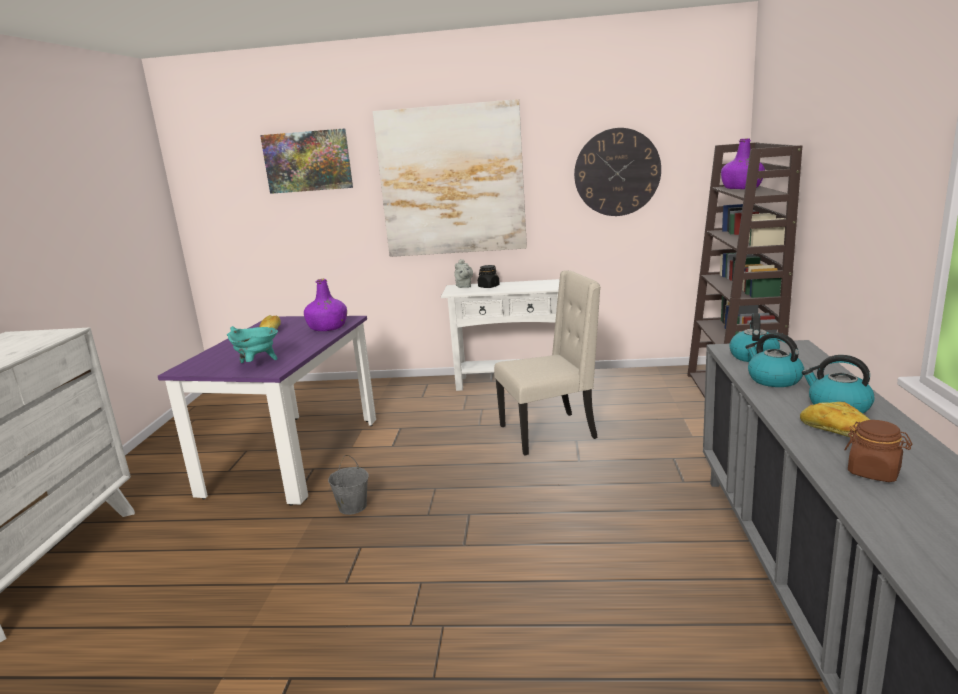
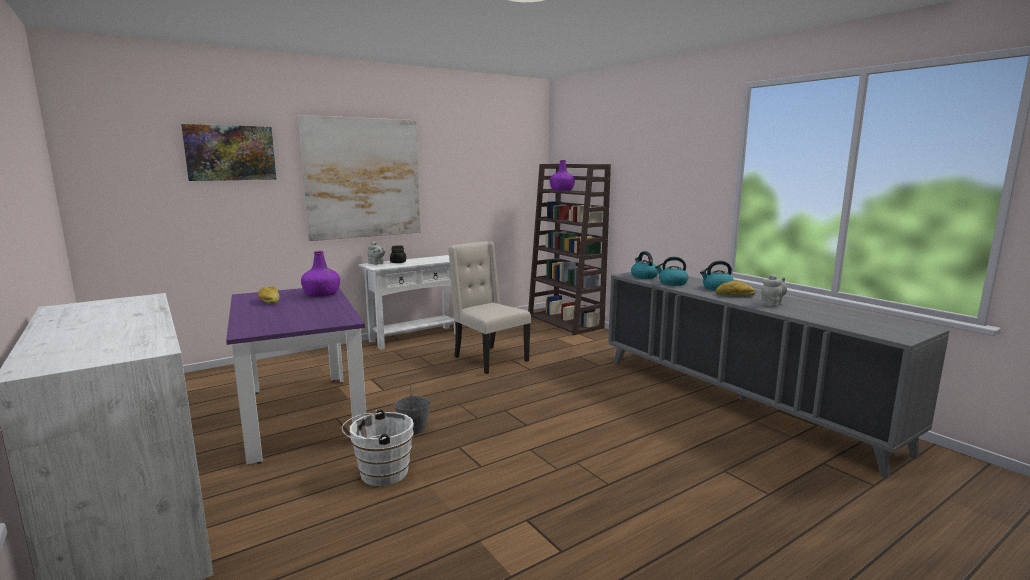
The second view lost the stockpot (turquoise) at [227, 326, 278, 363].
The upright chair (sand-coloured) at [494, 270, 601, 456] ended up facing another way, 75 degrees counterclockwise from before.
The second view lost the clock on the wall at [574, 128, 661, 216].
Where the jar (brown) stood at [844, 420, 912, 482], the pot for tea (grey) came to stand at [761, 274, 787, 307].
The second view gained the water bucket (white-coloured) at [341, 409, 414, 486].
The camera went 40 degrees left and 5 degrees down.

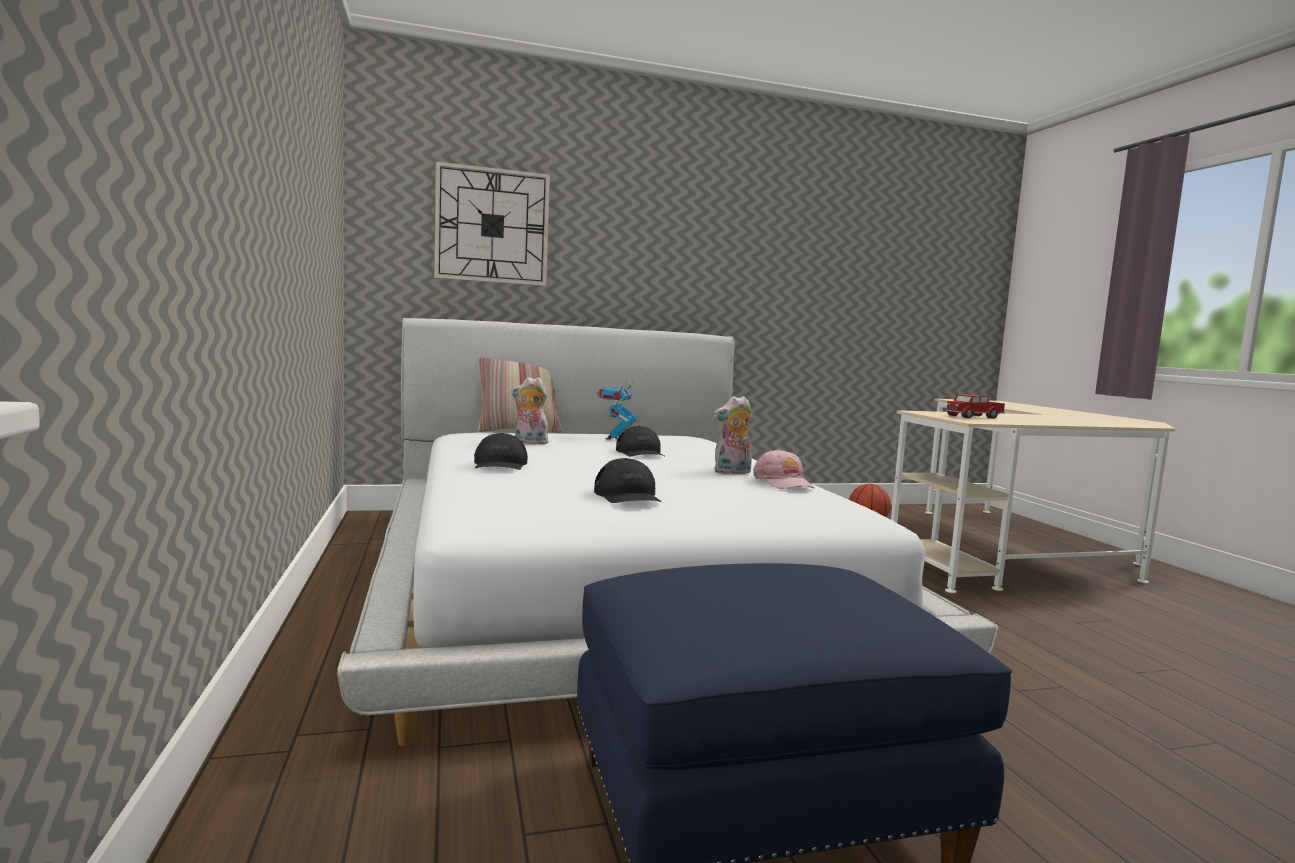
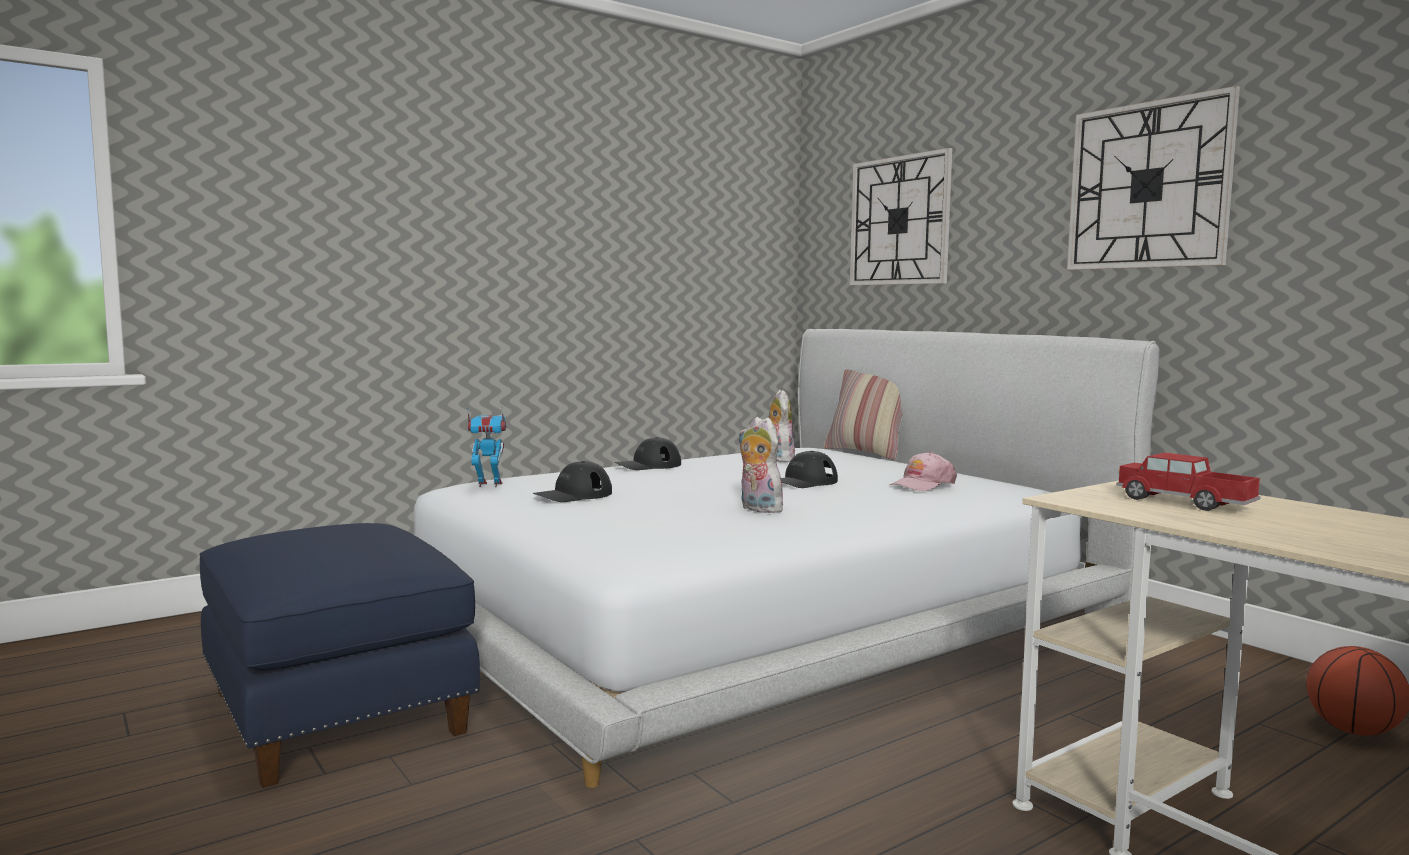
The toy robot ended up elsewhere, having gone from [597, 380, 637, 440] to [467, 405, 507, 487].
The cap (pink-coloured) ended up elsewhere, having gone from [753, 449, 815, 489] to [890, 452, 957, 491].
The second view gained the clock on the wall at [1067, 86, 1240, 270].
The camera went 70 degrees right and 0 degrees up.

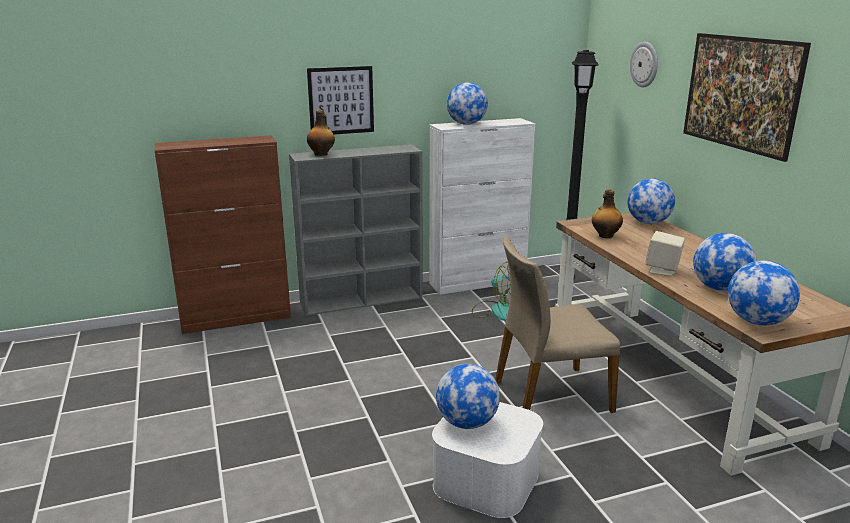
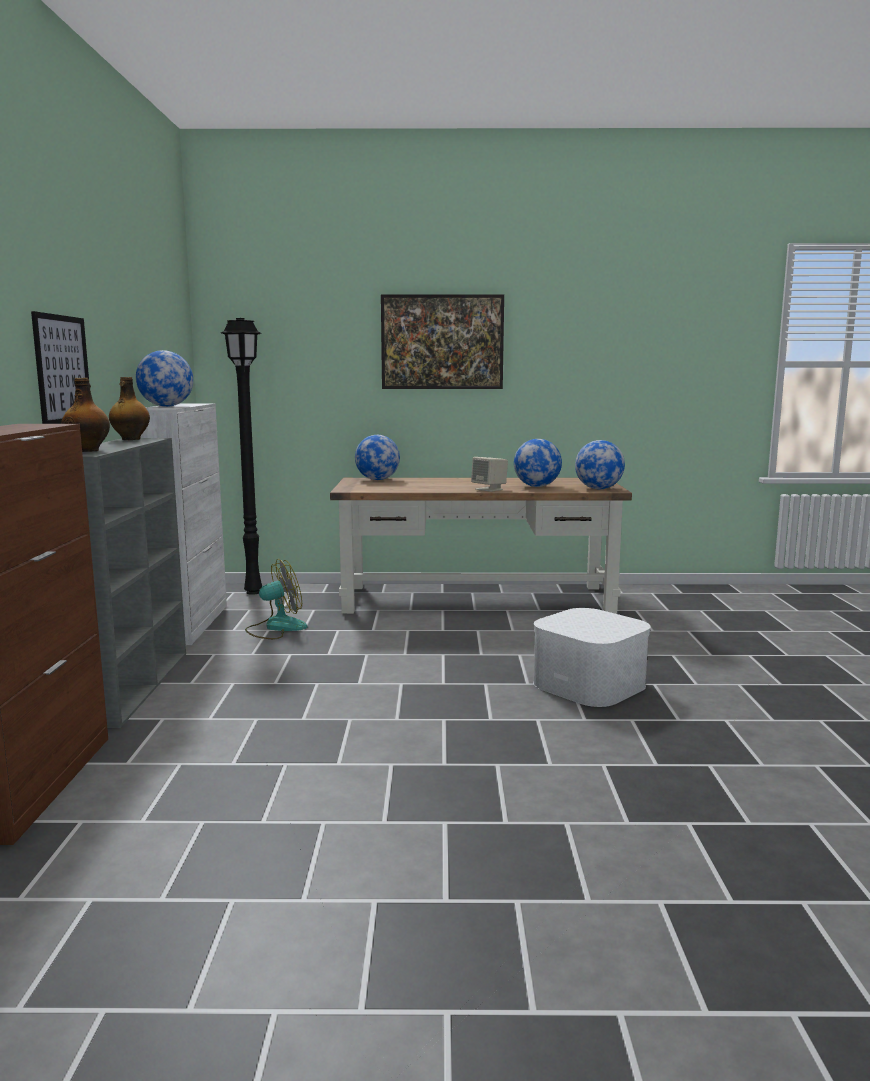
The second view lost the world globe at [436, 364, 500, 429].
The second view lost the upright chair (sand-coloured) at [495, 237, 620, 413].
The drink bottle ended up elsewhere, having gone from [592, 189, 623, 238] to [109, 377, 150, 440].
The second view lost the clock on the wall at [630, 42, 658, 87].
The camera went 70 degrees left and 10 degrees down.

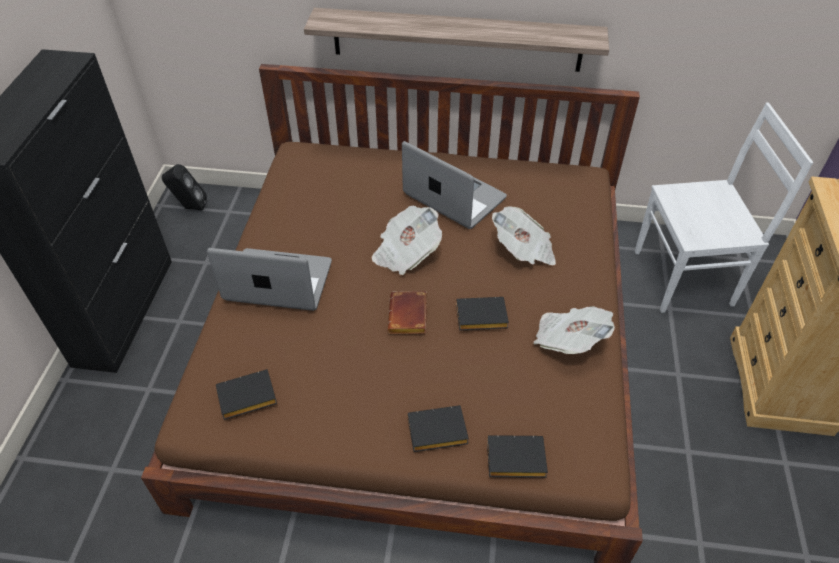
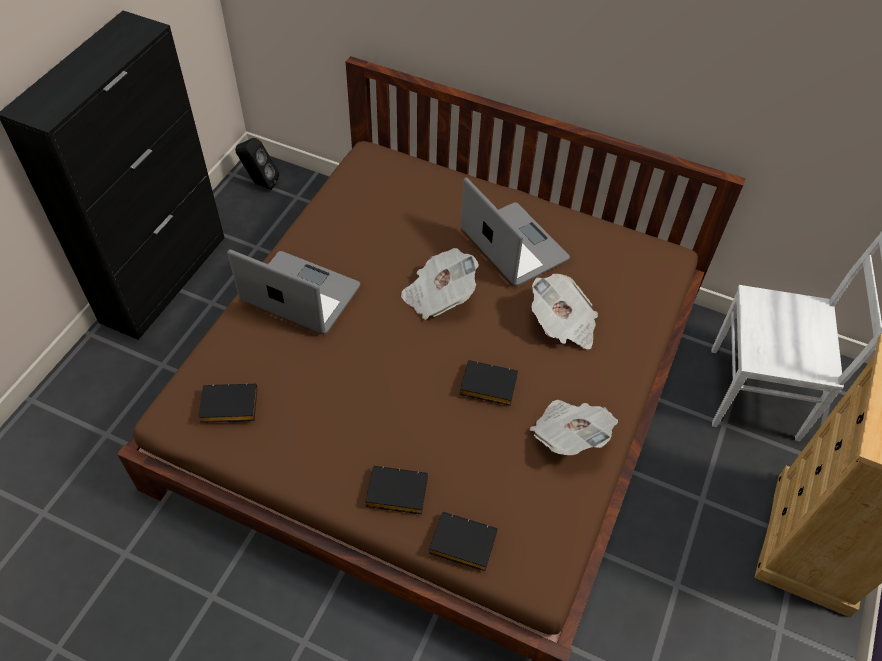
The second view lost the shelf at [304, 8, 609, 72].
The second view lost the bound book (brown) at [388, 291, 427, 334].
The camera went 15 degrees right and 5 degrees up.

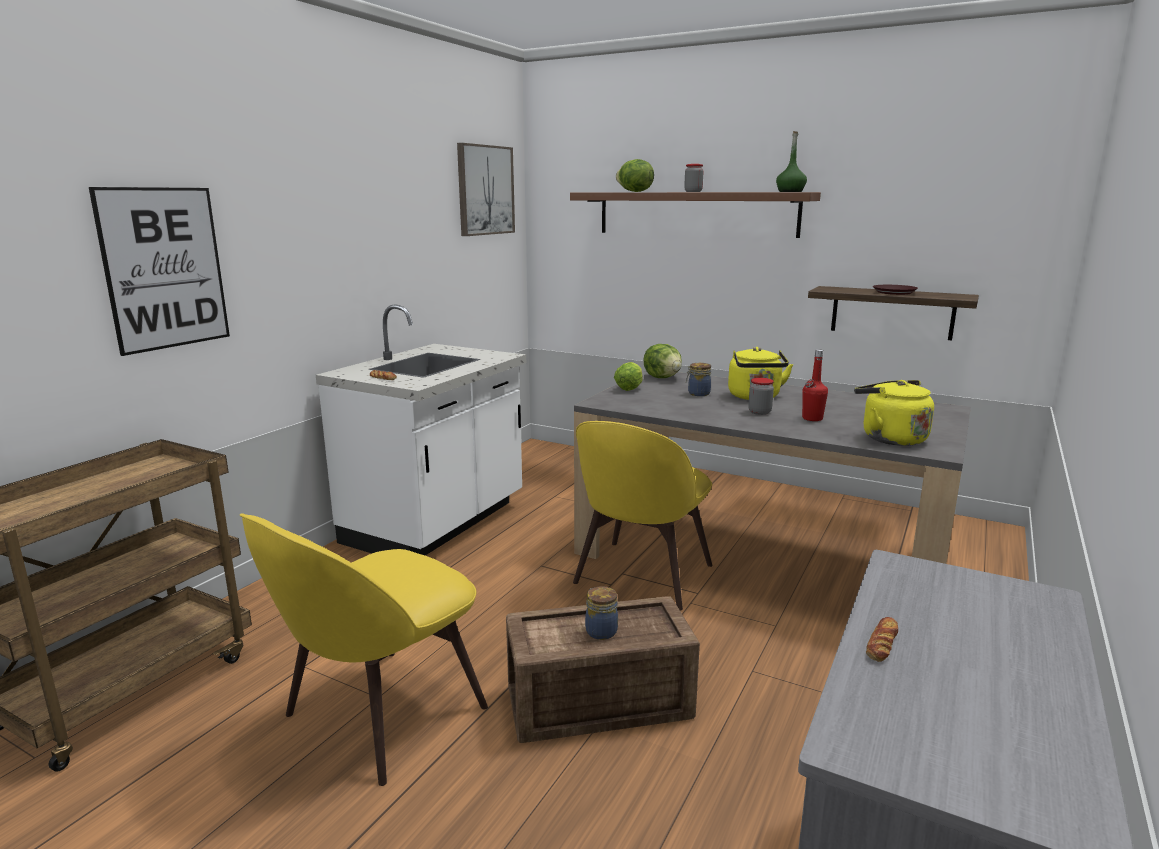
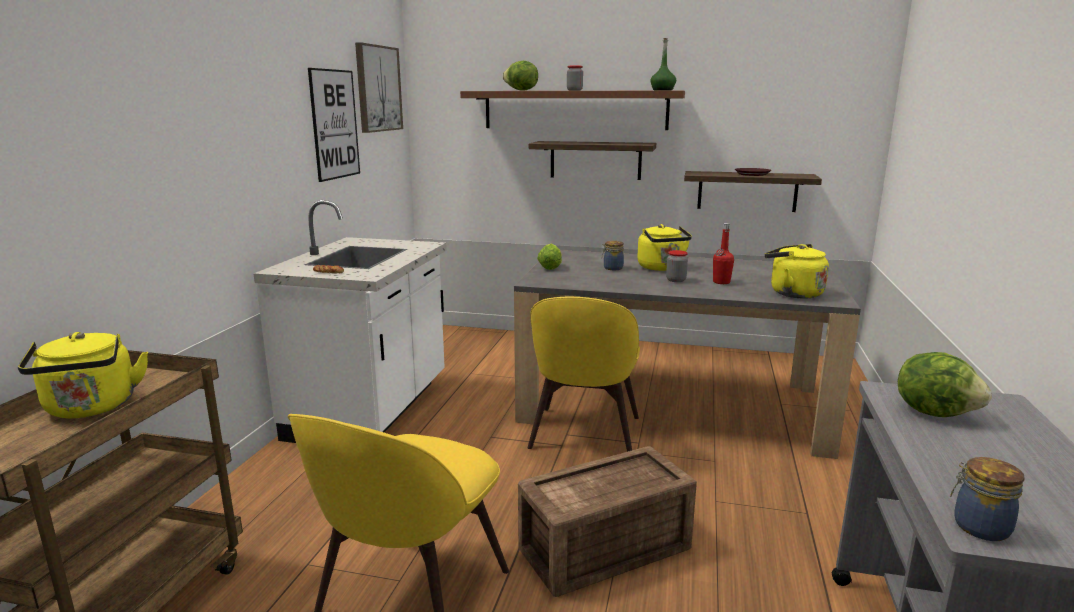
The picture ended up elsewhere, having gone from [89, 187, 230, 356] to [308, 68, 360, 182].
The jar ended up elsewhere, having gone from [585, 586, 618, 640] to [950, 457, 1025, 541].
The head of lettuce ended up elsewhere, having gone from [643, 344, 682, 378] to [898, 352, 992, 417].
The second view lost the bread at [866, 617, 898, 662].
The second view gained the tea kettle (yellowish) at [18, 332, 148, 418].
The second view gained the shelf at [529, 141, 656, 180].
The camera went 15 degrees left and 0 degrees up.

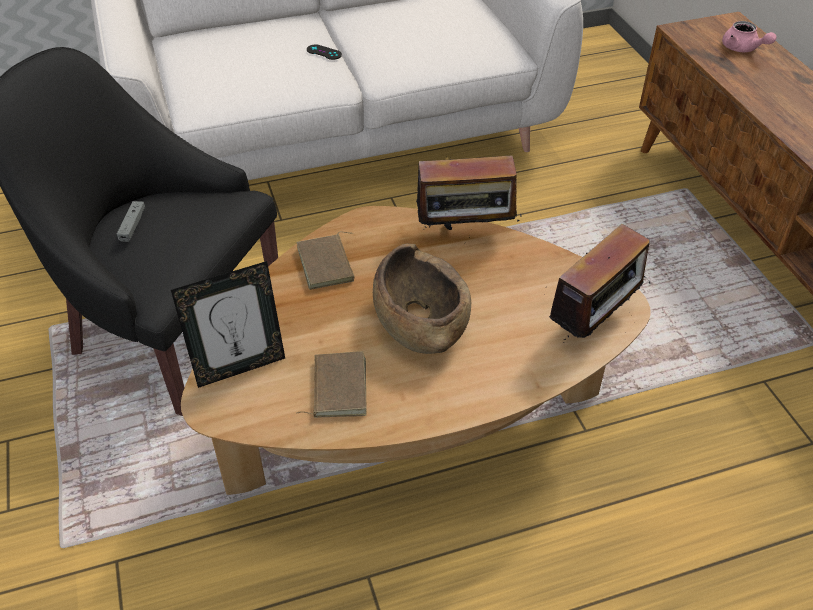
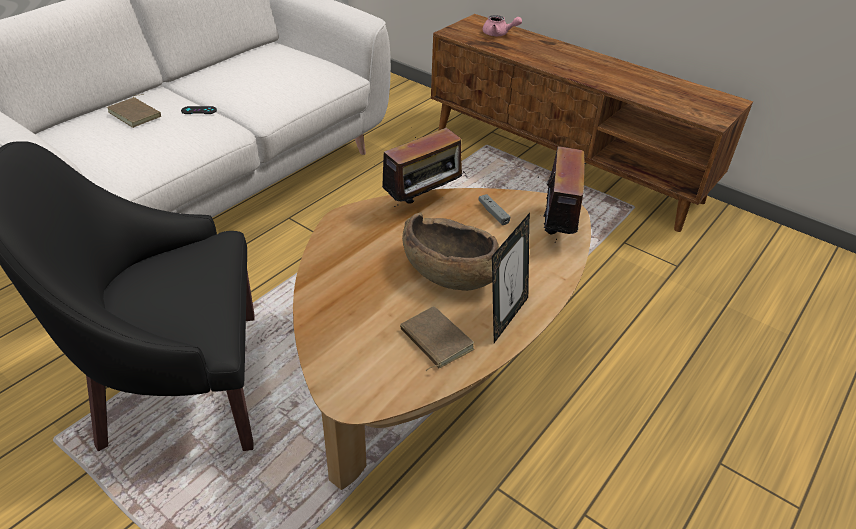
The game controller (grey) ended up elsewhere, having gone from [117, 201, 145, 242] to [478, 194, 510, 225].
The standing frame ended up elsewhere, having gone from [171, 261, 285, 388] to [492, 213, 530, 343].
The bound book (brown) ended up elsewhere, having gone from [296, 232, 354, 290] to [107, 95, 161, 128].
The camera went 35 degrees left and 5 degrees down.

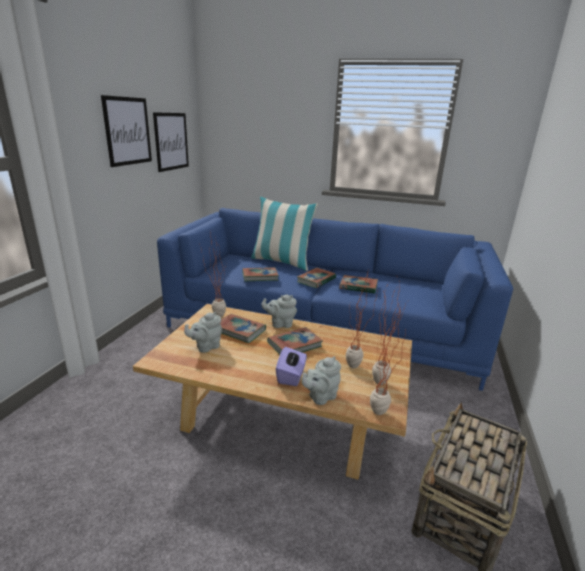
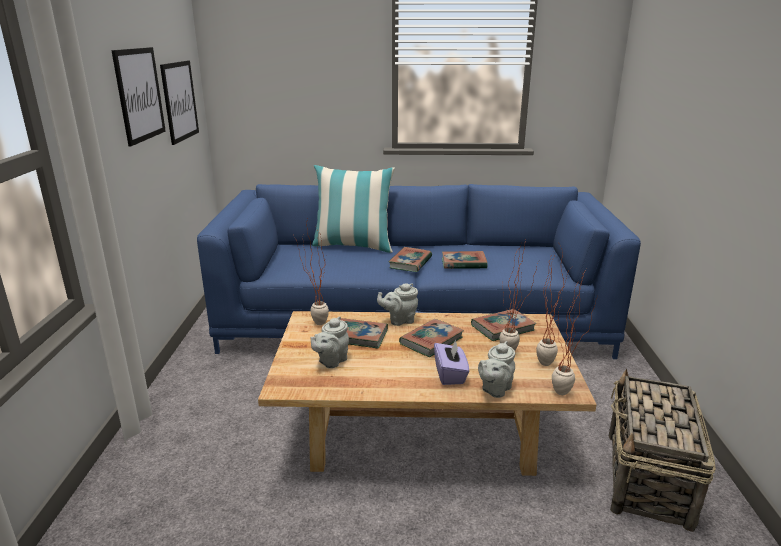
The bound book ended up elsewhere, having gone from [242, 267, 279, 281] to [471, 309, 536, 341].
The camera went 15 degrees left and 0 degrees up.

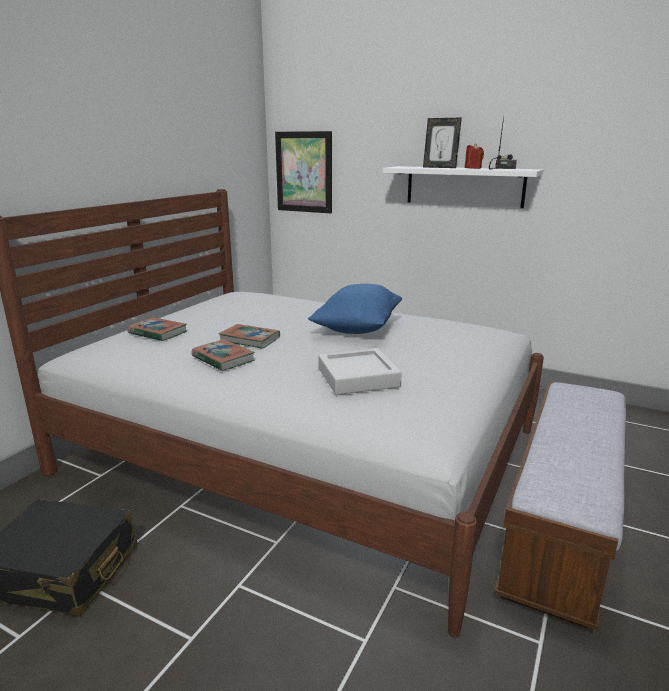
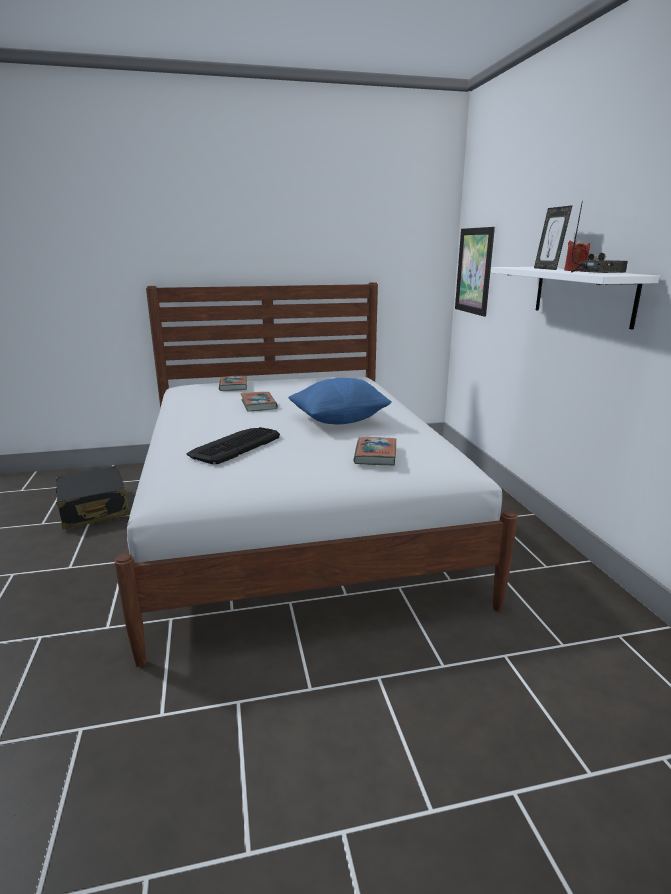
The bound book ended up elsewhere, having gone from [192, 339, 255, 371] to [353, 437, 396, 465].
Where the tray (grey) stood at [318, 348, 402, 395], the PC keyboard came to stand at [186, 427, 280, 464].
The second view lost the long seat at [494, 382, 626, 630].
The camera went 50 degrees right and 0 degrees up.

